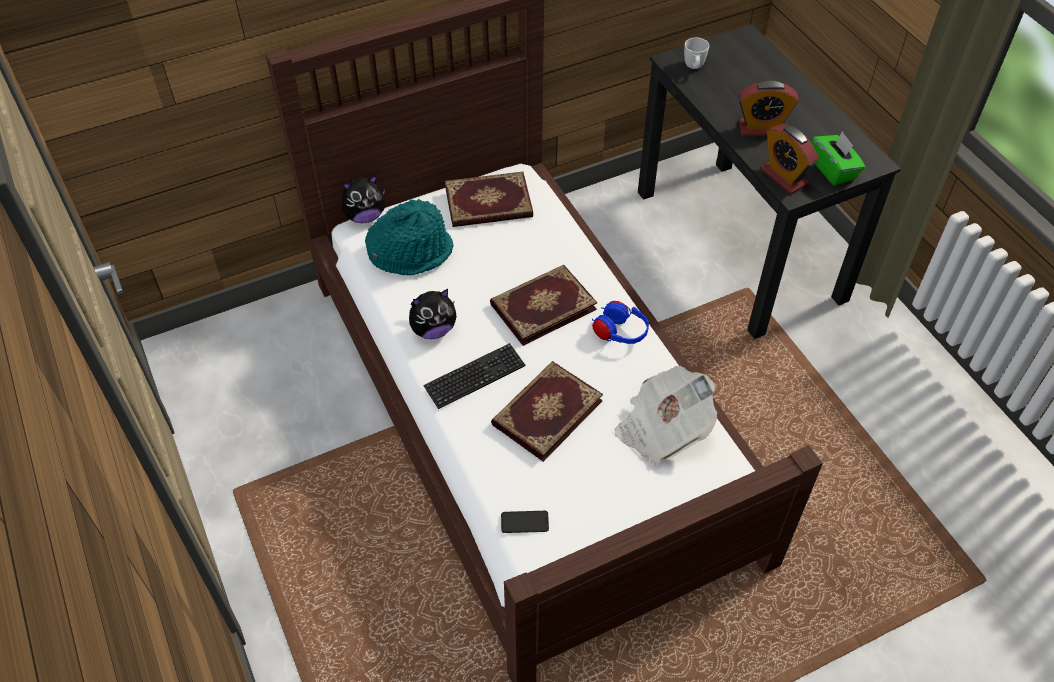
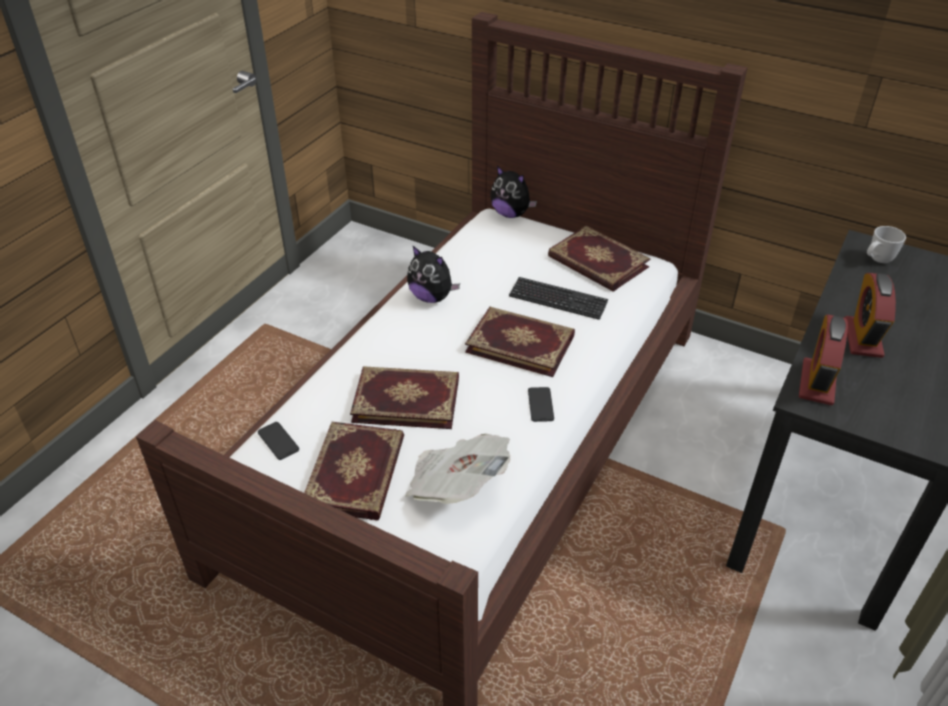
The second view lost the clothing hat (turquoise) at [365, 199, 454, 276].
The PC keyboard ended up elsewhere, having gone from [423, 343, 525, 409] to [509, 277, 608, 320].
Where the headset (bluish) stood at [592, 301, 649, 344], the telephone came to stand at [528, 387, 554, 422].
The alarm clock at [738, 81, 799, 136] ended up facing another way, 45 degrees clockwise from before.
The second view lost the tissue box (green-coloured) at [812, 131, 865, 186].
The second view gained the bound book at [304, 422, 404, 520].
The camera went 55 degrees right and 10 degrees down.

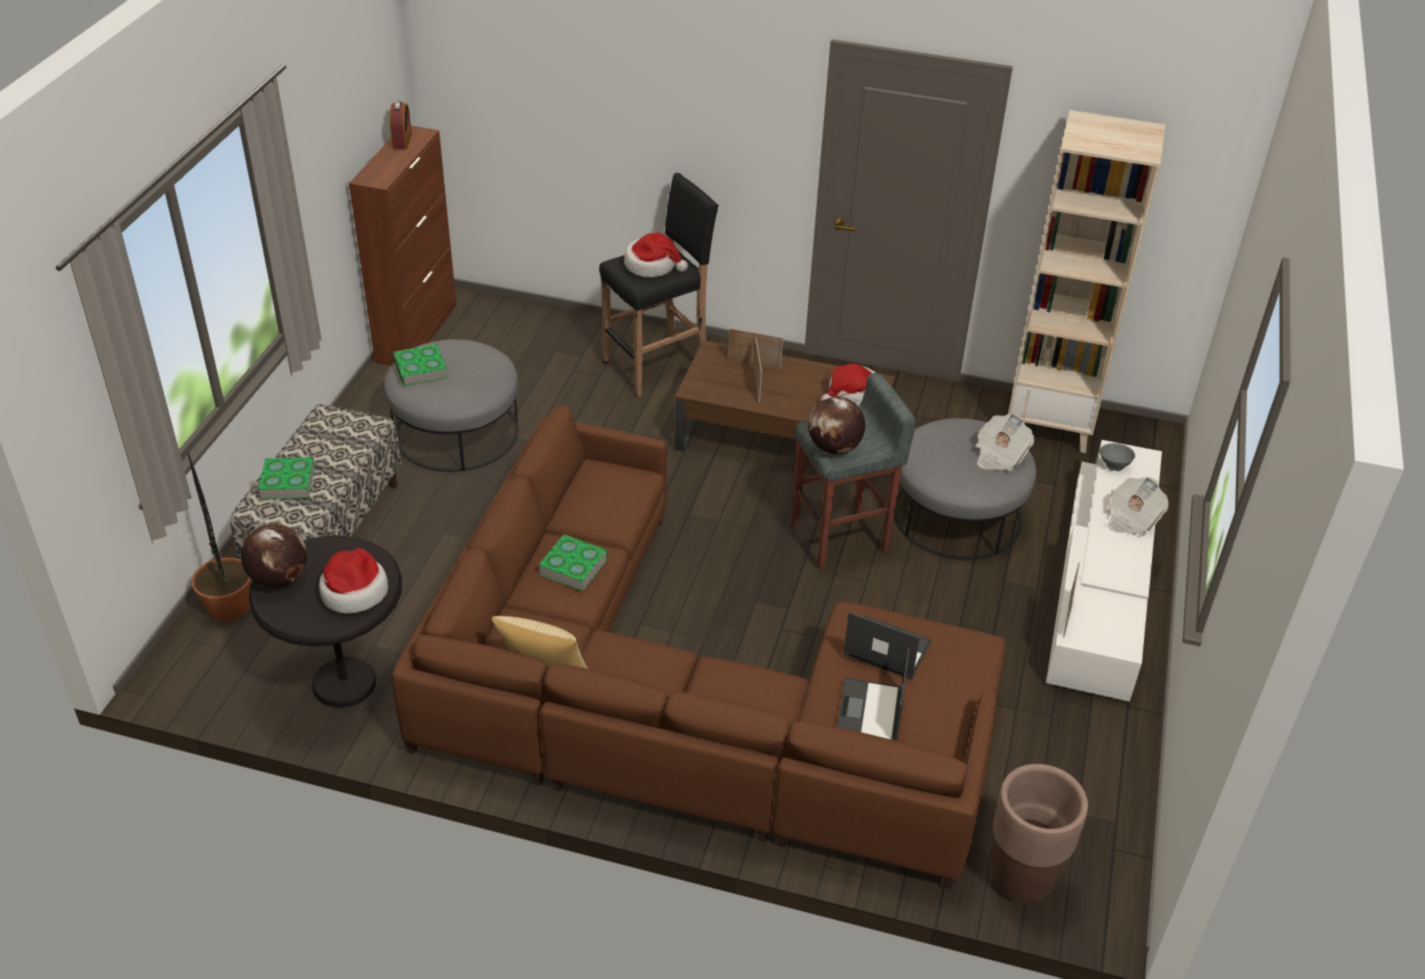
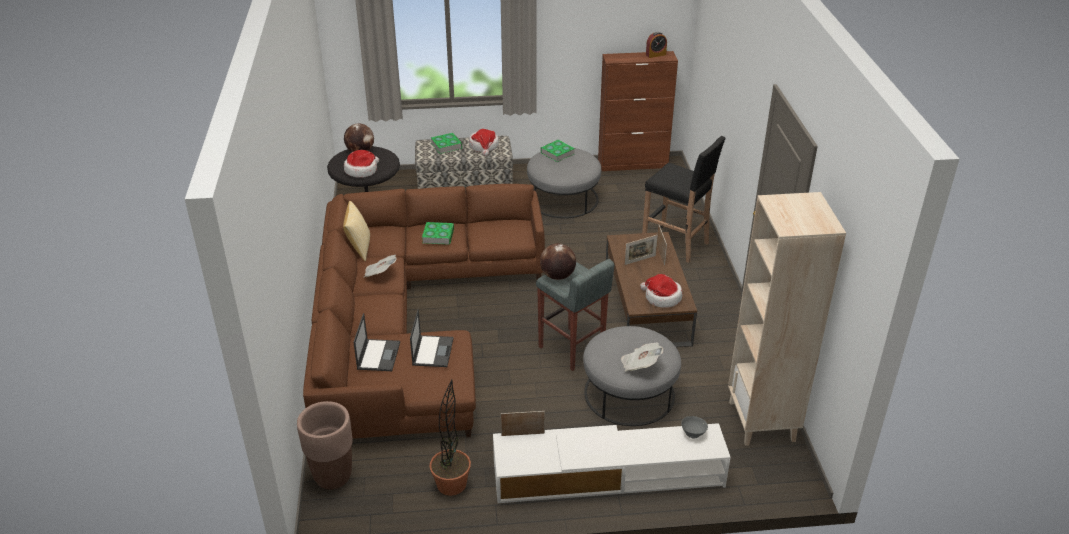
The houseplant ended up elsewhere, having gone from [188, 452, 251, 622] to [430, 379, 471, 496].
The clothing hat ended up elsewhere, having gone from [624, 232, 688, 277] to [469, 129, 499, 156].
The laptop at [837, 647, 910, 741] ended up facing another way, 105 degrees clockwise from before.
The newspaper ended up elsewhere, having gone from [1108, 477, 1169, 536] to [363, 255, 397, 278].
The camera went 70 degrees right and 5 degrees down.

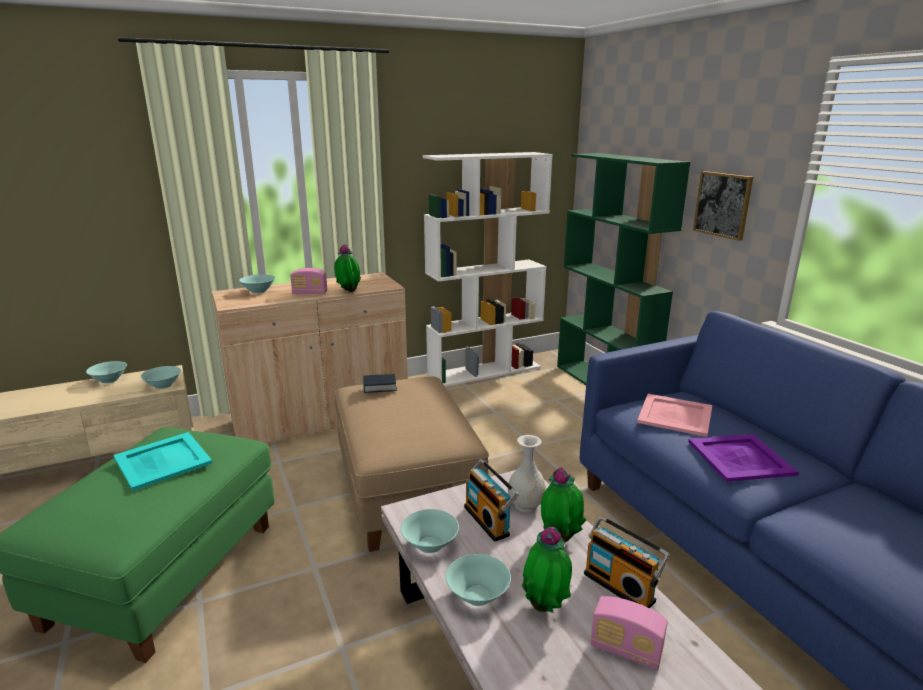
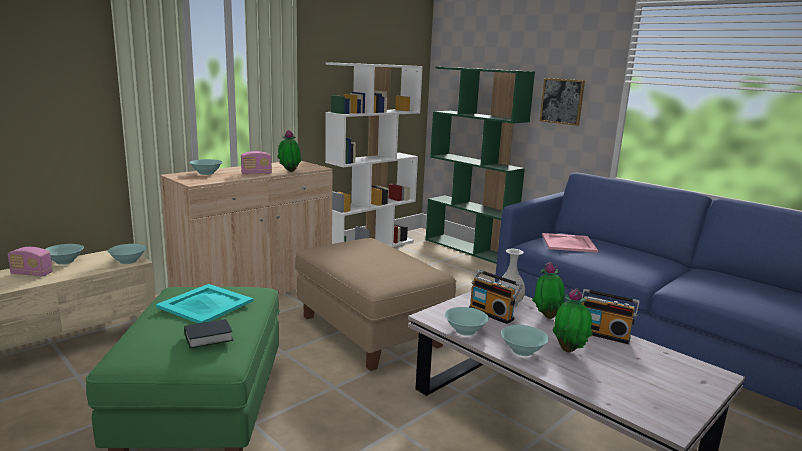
The bound book ended up elsewhere, having gone from [363, 374, 397, 393] to [184, 319, 234, 349].
The radio ended up elsewhere, having gone from [590, 596, 668, 670] to [8, 247, 53, 277].
The second view lost the tray (purple) at [688, 434, 799, 482].
The camera went 20 degrees left and 5 degrees down.

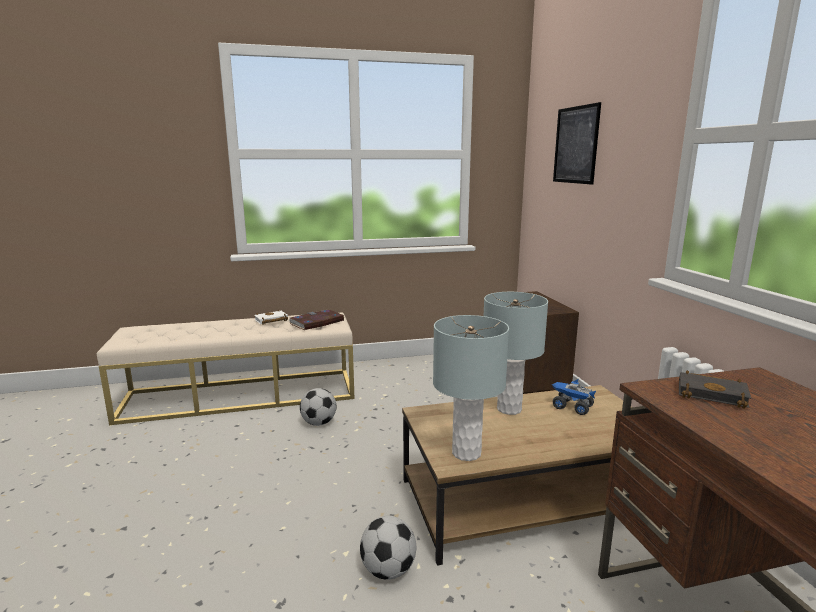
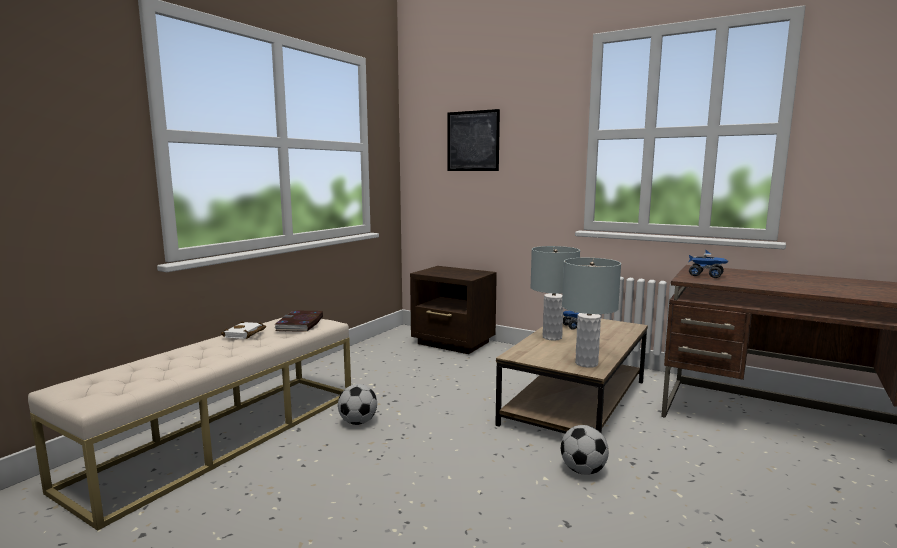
Where the bound book (blackish) stood at [679, 370, 751, 409], the toy truck came to stand at [689, 249, 728, 278].
The camera went 45 degrees left and 5 degrees down.

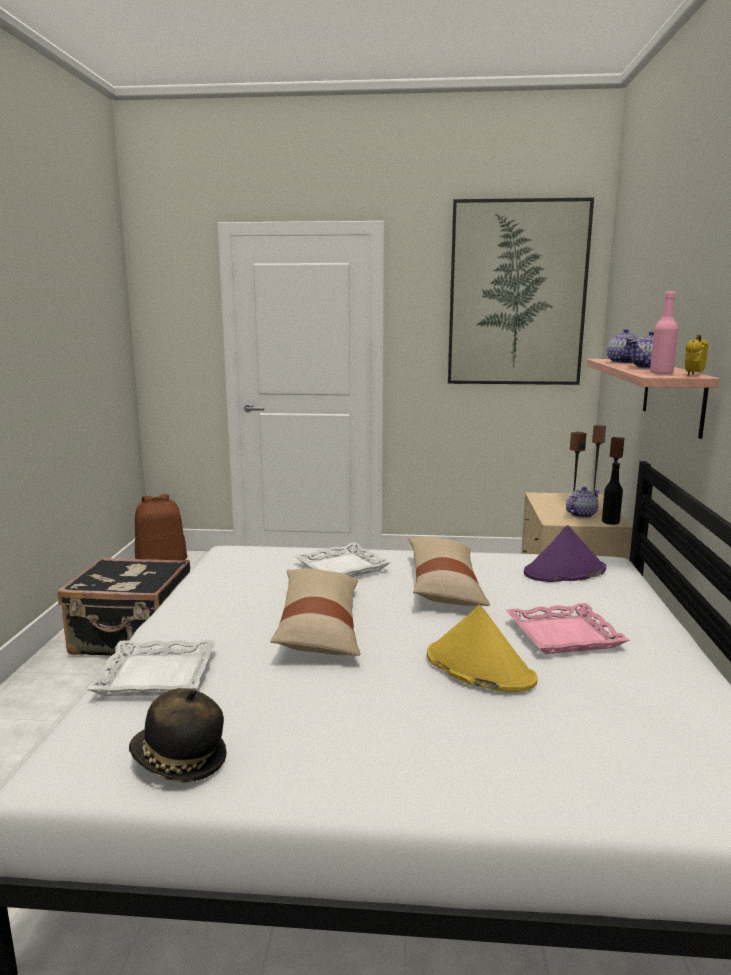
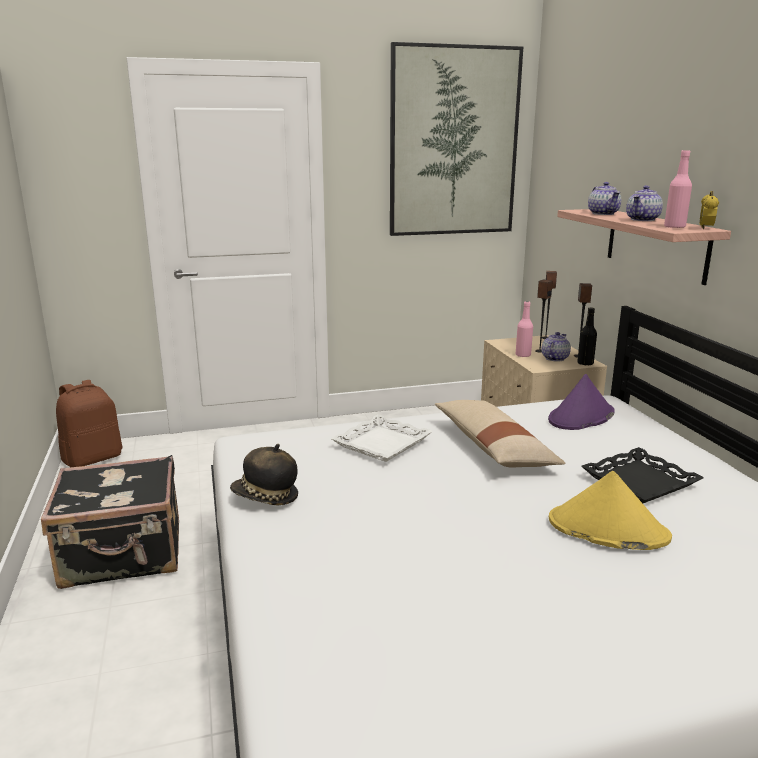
The second view lost the tray (white-coloured) at [86, 640, 216, 696].
The clothing hat ended up elsewhere, having gone from [129, 688, 226, 782] to [230, 444, 298, 506].
The second view lost the throw pillow (sand-coloured) at [270, 568, 360, 656].
What was the tray (pink-coloured) at [506, 603, 630, 654] turned into the tray (blackish) at [581, 447, 704, 503].
The second view gained the drink bottle (pink-coloured) at [516, 301, 533, 357].
The camera went 20 degrees left and 5 degrees up.

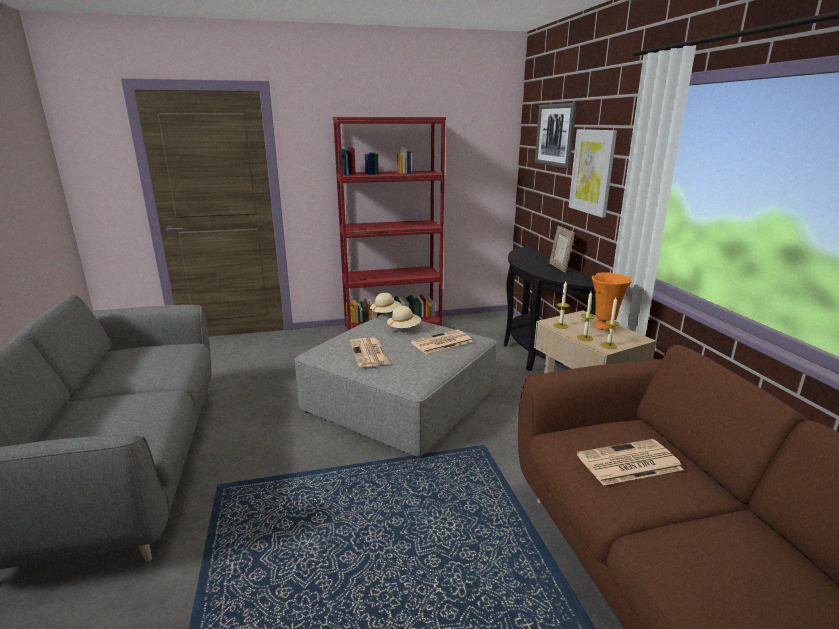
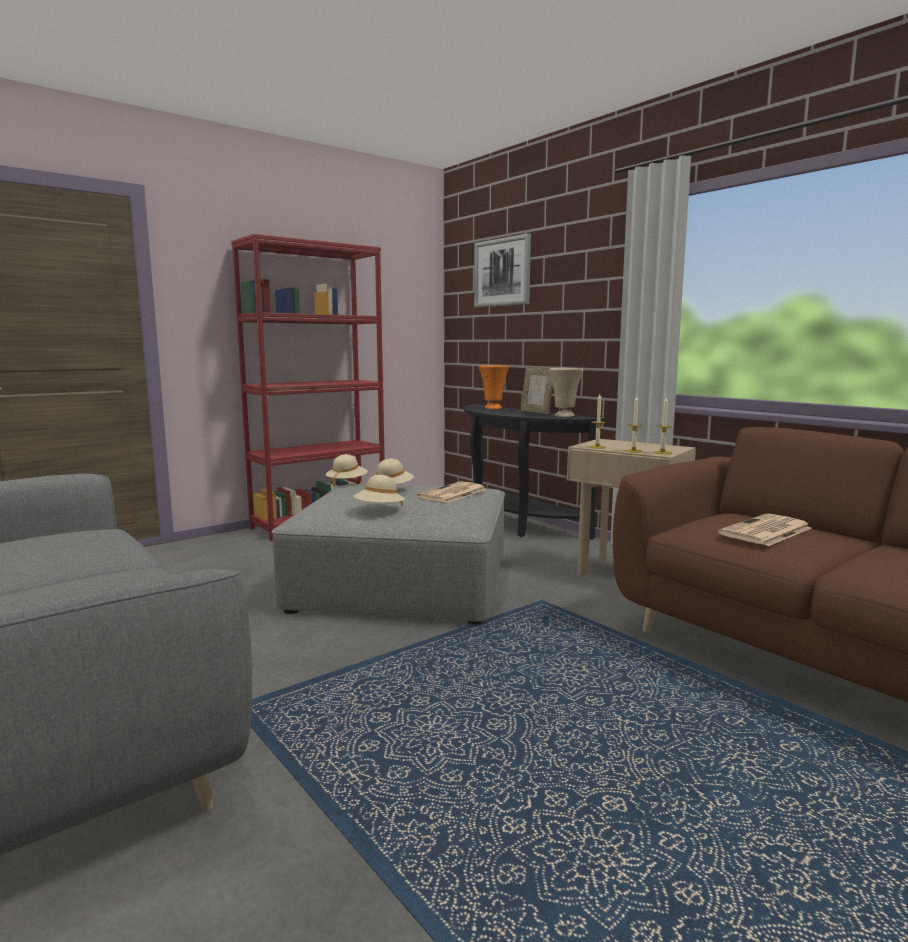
Where the newspaper stood at [350, 337, 389, 367], the clothing hat (sand-coloured) came to stand at [353, 475, 405, 507].
The second view lost the picture at [569, 129, 617, 218].
The vase (orange) ended up elsewhere, having gone from [592, 272, 632, 331] to [479, 365, 509, 409].
The second view gained the vase (sand-coloured) at [549, 368, 584, 417].
The camera went 25 degrees left and 10 degrees down.

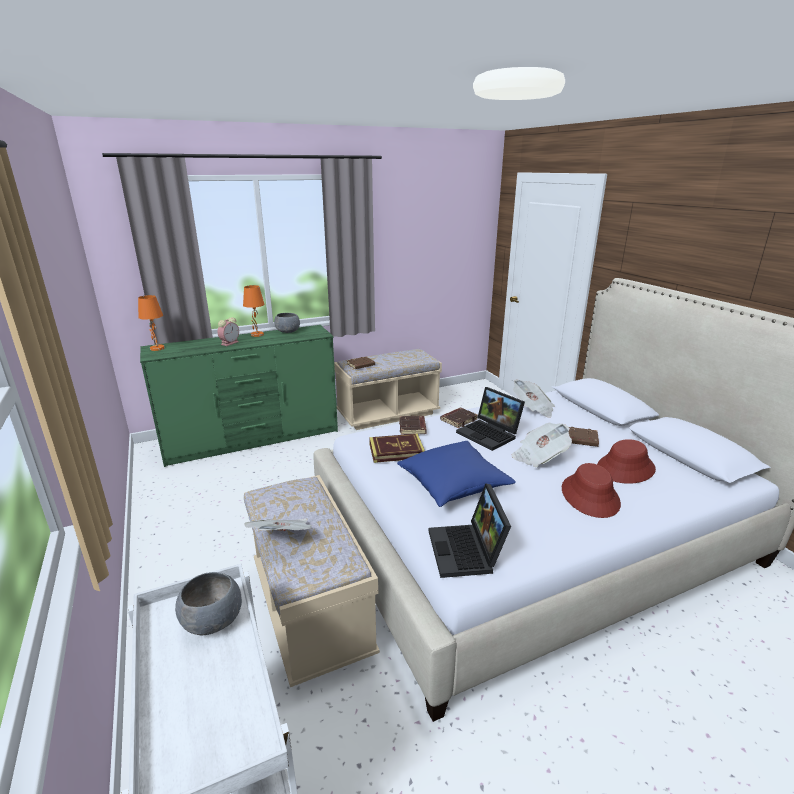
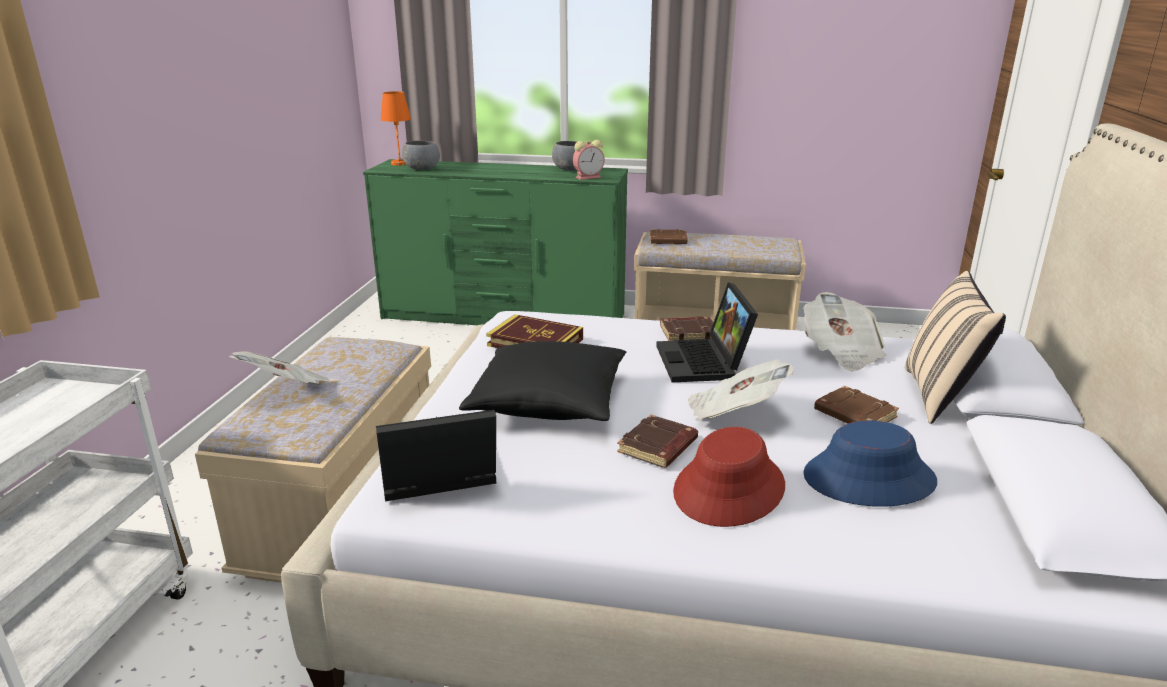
The bowl (grey) ended up elsewhere, having gone from [175, 572, 242, 635] to [402, 141, 440, 170].
The alarm clock ended up elsewhere, having gone from [218, 317, 239, 346] to [573, 140, 605, 180].
The second view lost the lamp for a table (orange) at [243, 285, 265, 337].
What was the throw pillow (bluish) at [397, 441, 516, 507] turned into the throw pillow (blackish) at [459, 341, 626, 421].
The bound book (brown) ended up elsewhere, having gone from [399, 416, 427, 435] to [617, 414, 698, 468].
The laptop at [429, 484, 511, 578] ended up facing another way, 45 degrees clockwise from before.
What was the clothing hat (reddish) at [597, 439, 656, 484] turned into the clothing hat (bluish) at [803, 420, 937, 507].
The second view gained the throw pillow (sand-coloured) at [905, 271, 1006, 424].
The camera went 35 degrees right and 0 degrees up.

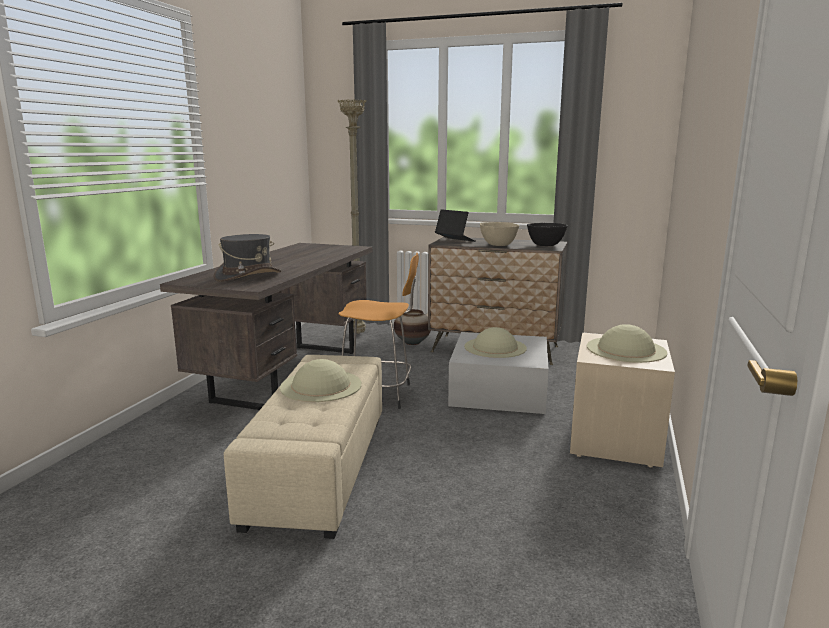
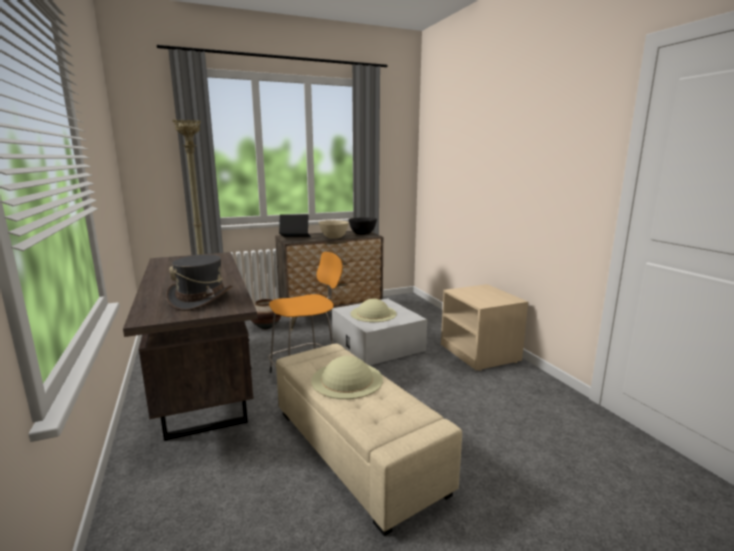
The second view lost the clothing hat (sand-coloured) at [587, 324, 667, 363].
The camera went 40 degrees left and 0 degrees up.

